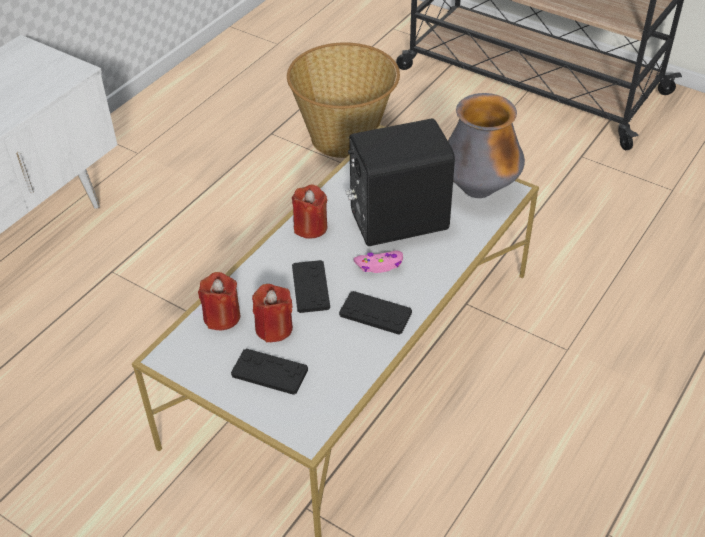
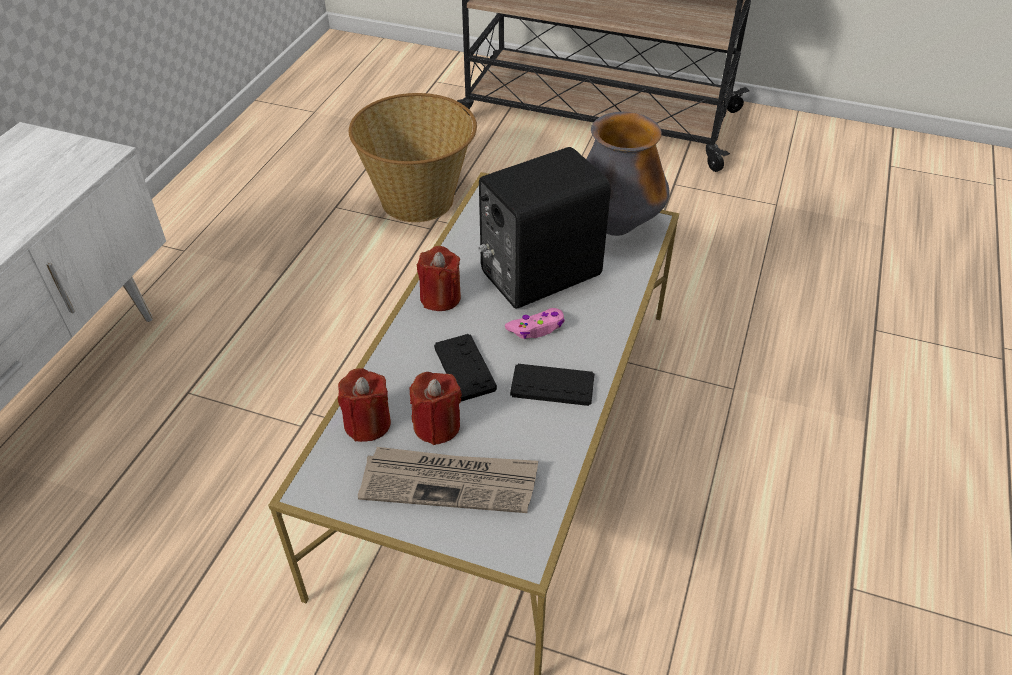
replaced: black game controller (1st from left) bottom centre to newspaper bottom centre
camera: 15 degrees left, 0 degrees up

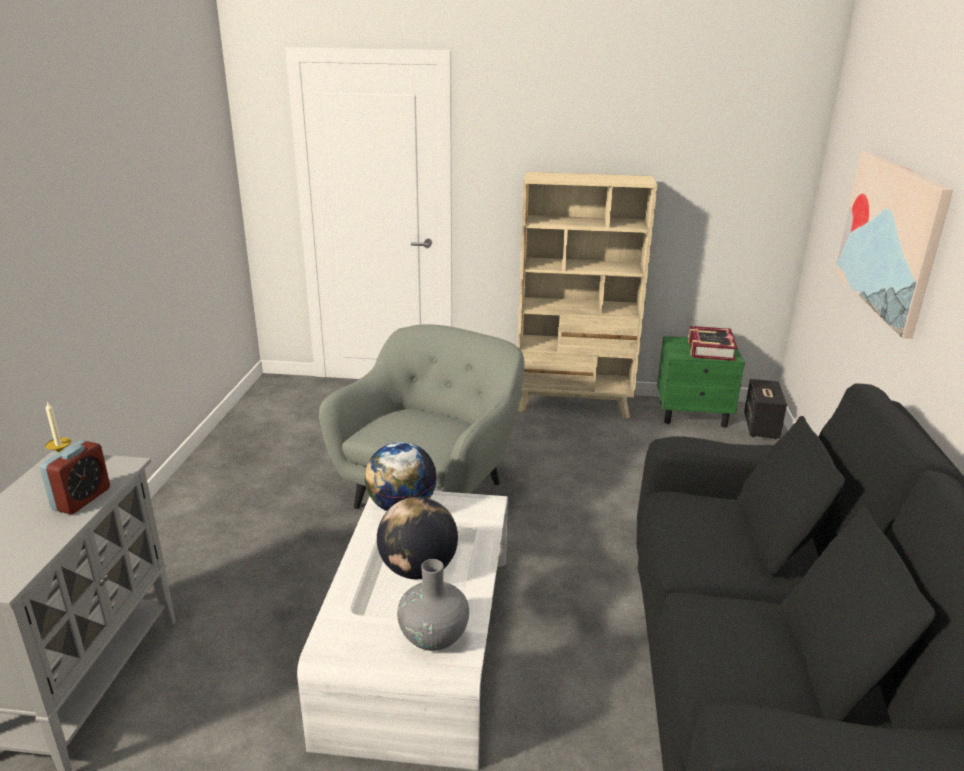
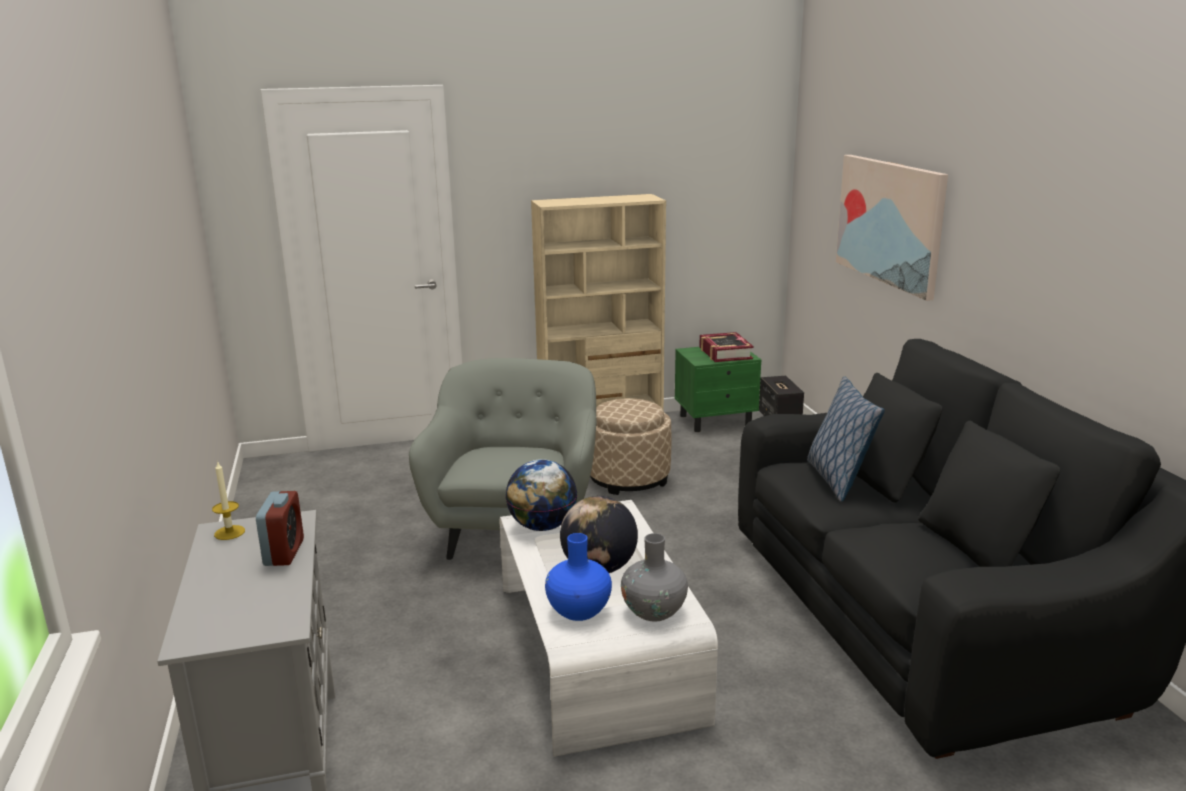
added: pillow middle right; beige ottoman centre; blue vase bottom centre
camera: 20 degrees left, 5 degrees down

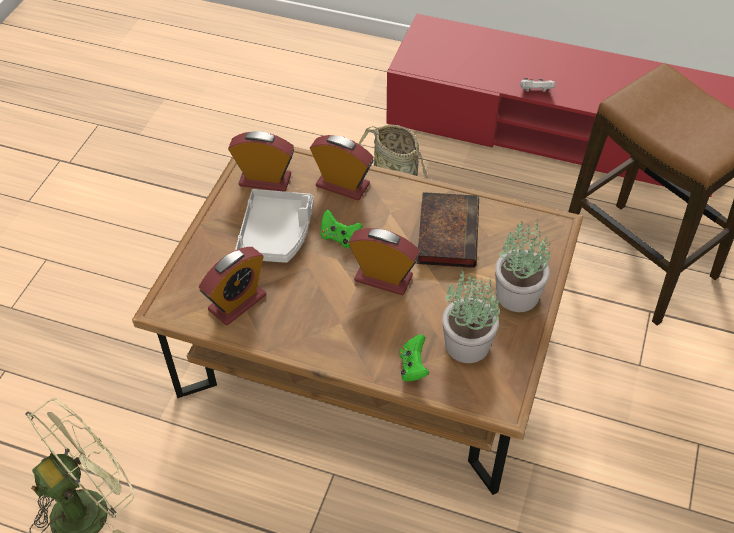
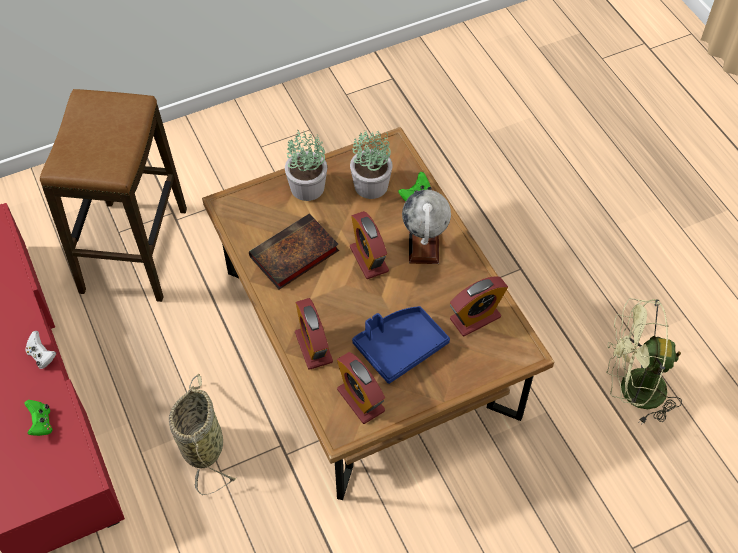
added: globe centre
moved: green game controller (1st from left) centre to bottom left
recoloured: grey tray centre to blue tray centre
turned: alarm clock (1st from left in the first image) middle left = centre 150 degrees clockwise
camera: 135 degrees left, 5 degrees up

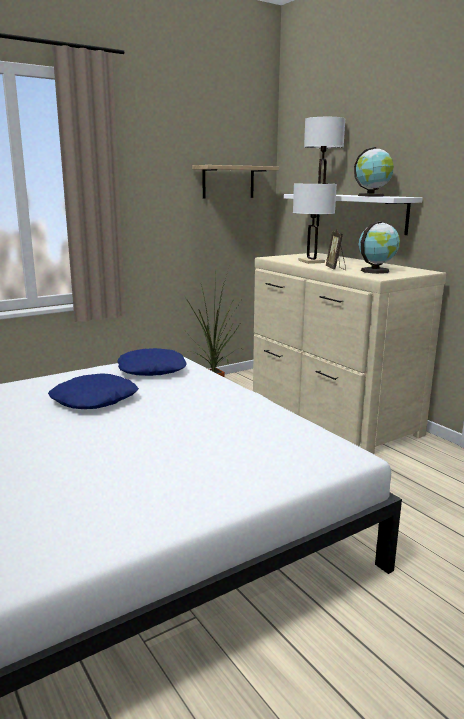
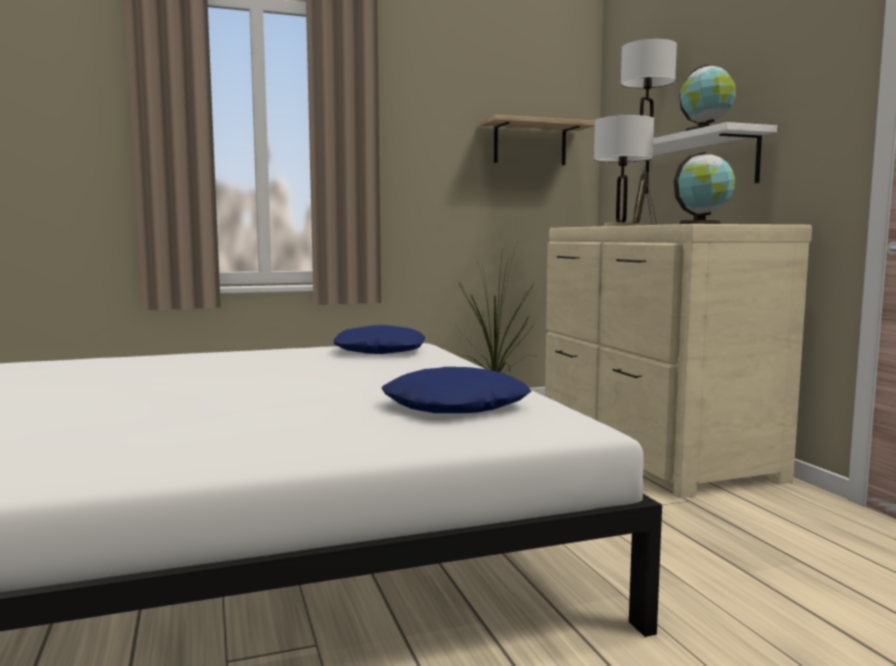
moved: blue pillow (1st from left in the first image) middle left to blue pillow (2nd from left) centre
camera: 15 degrees right, 10 degrees down

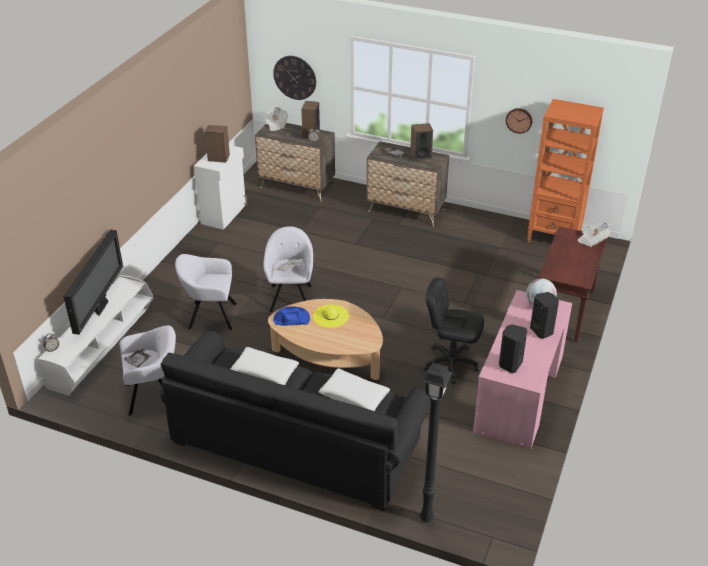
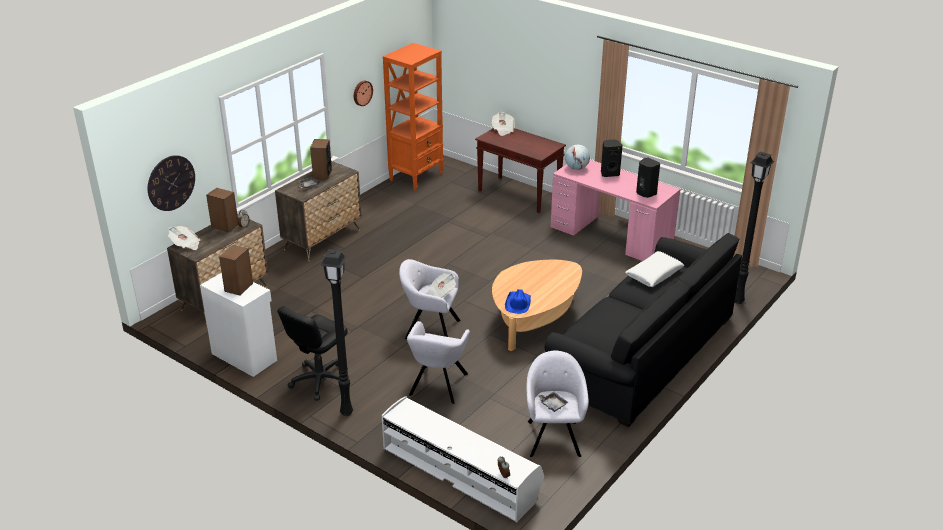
removed: television middle left; yellow hat centre; white pillow (1st from left) centre
added: black floor lamp (1st from left) centre
moved: black office chair centre to middle left
camera: 75 degrees left, 5 degrees down

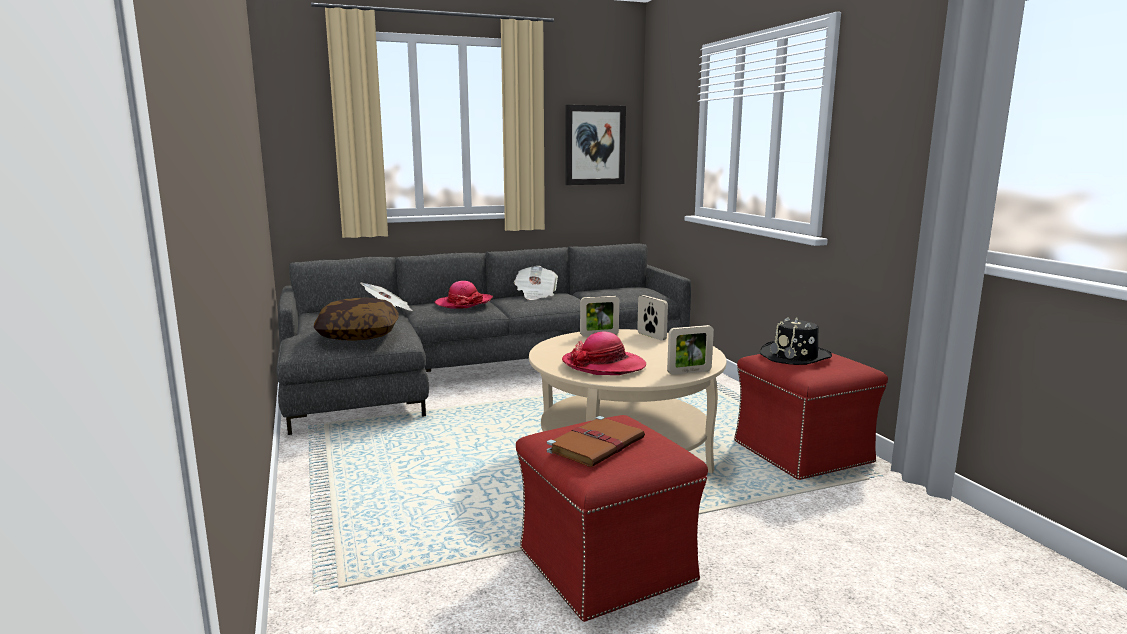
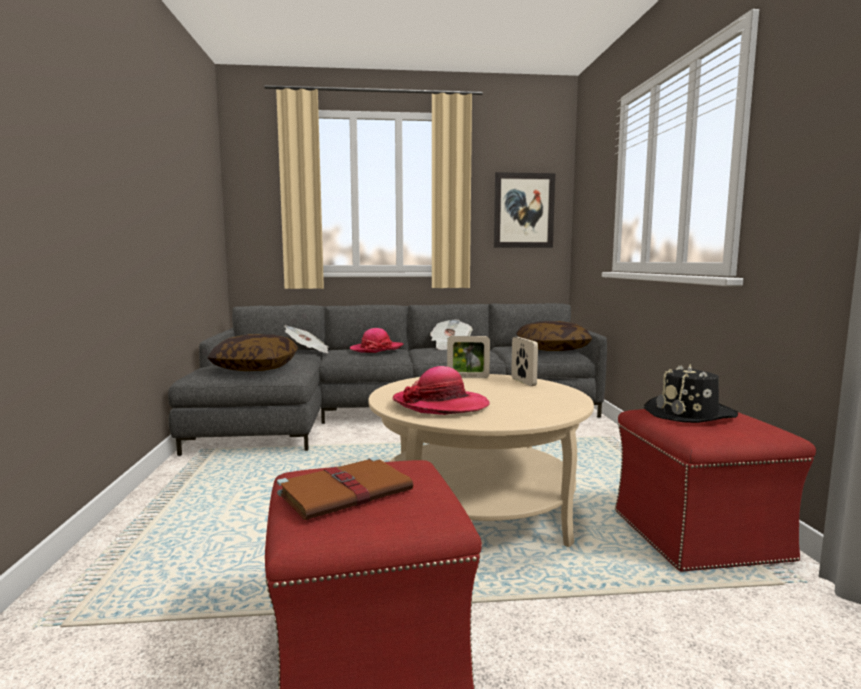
removed: picture frame (3rd from left) centre
added: pillow (2nd from left) centre
camera: 15 degrees right, 5 degrees down

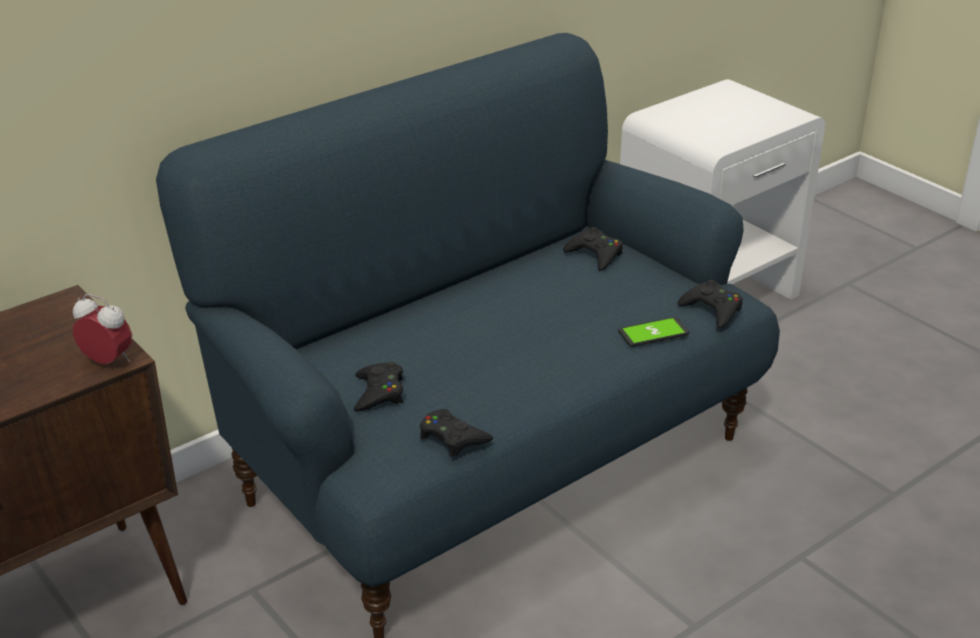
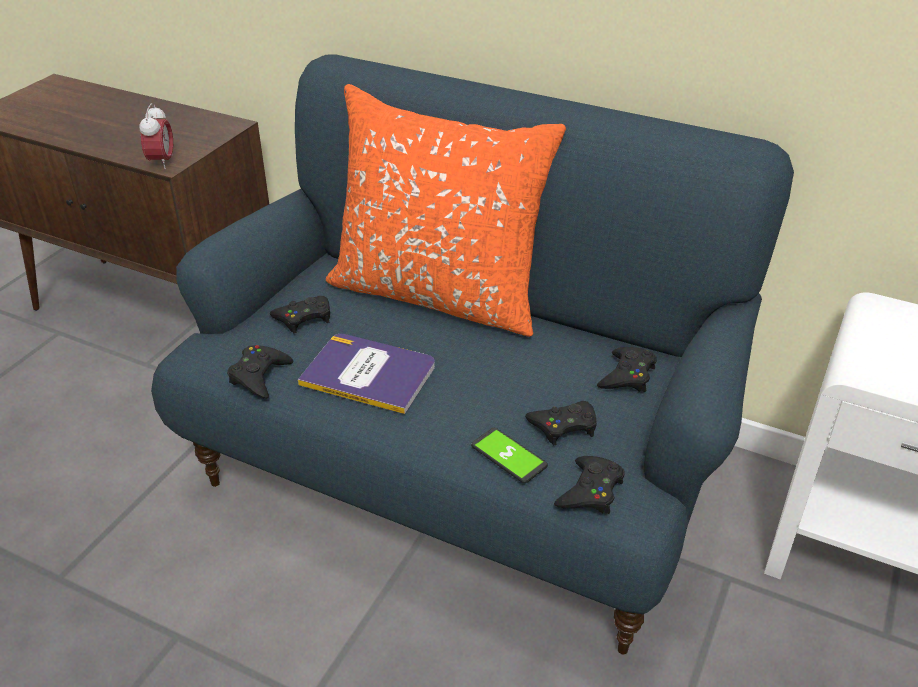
added: orange pillow top centre; book centre; black game controller (3rd from left) centre
camera: 65 degrees right, 5 degrees up

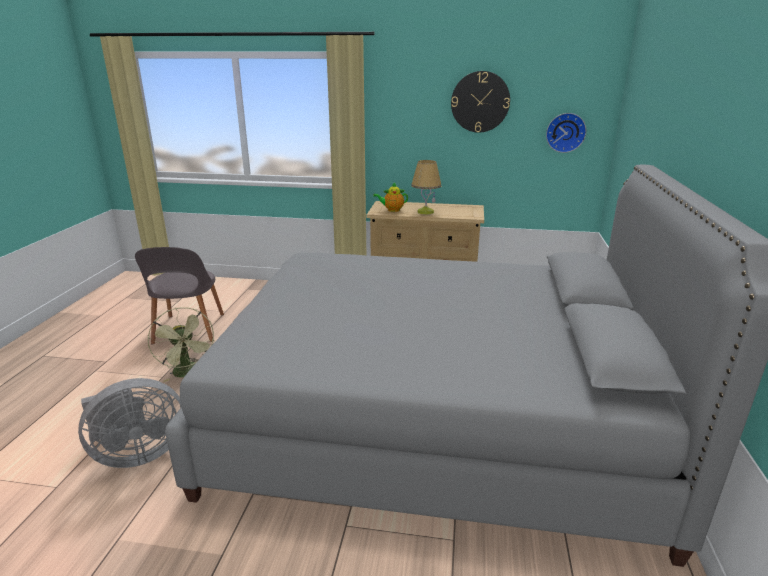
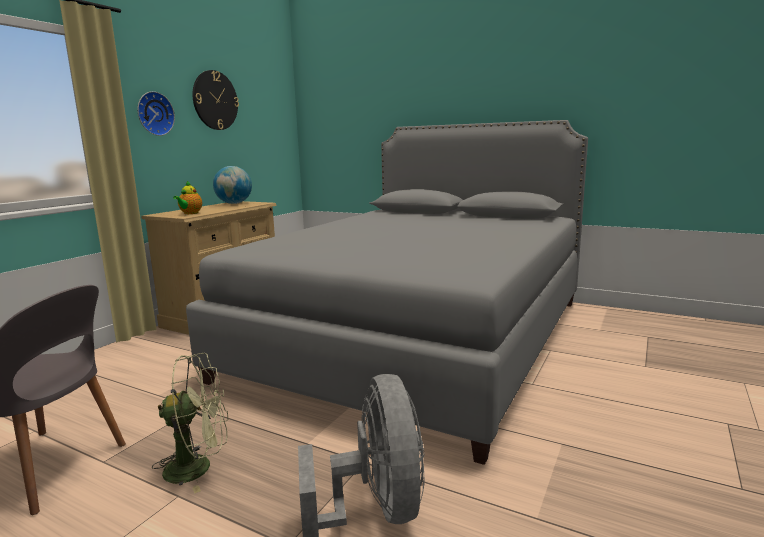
removed: table lamp top centre
added: globe middle left
moved: wall clock (2nd from left in the first image) top right to wall clock (1st from left) top left
camera: 70 degrees left, 10 degrees down

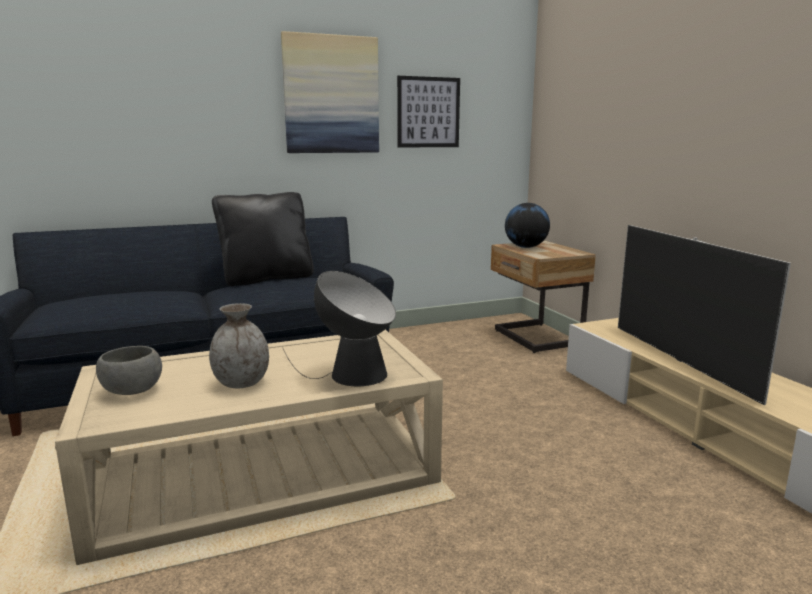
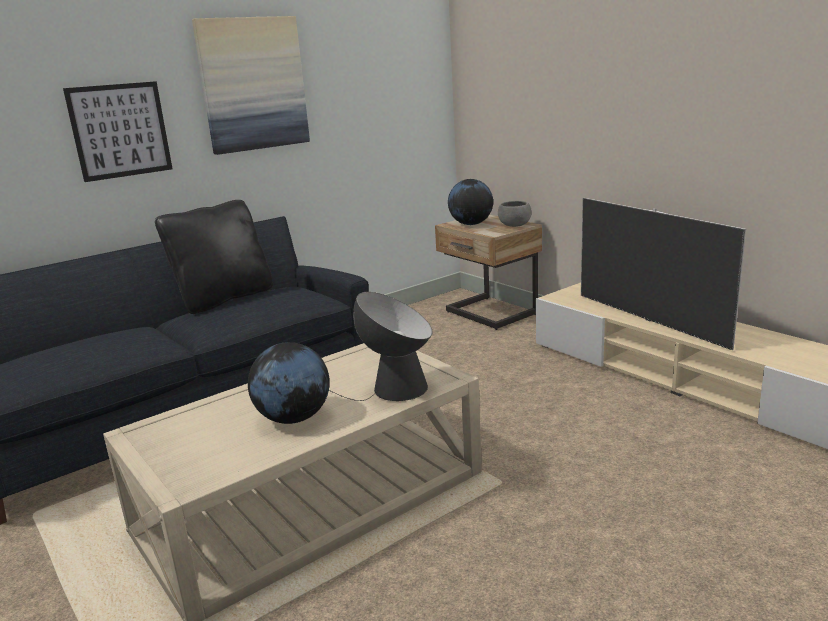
moved: picture (2nd from left in the first image) top centre to picture (1st from left) top left; grey bowl middle left to centre
replaced: grey vase middle left to globe (1st from left) centre
camera: 15 degrees left, 5 degrees up

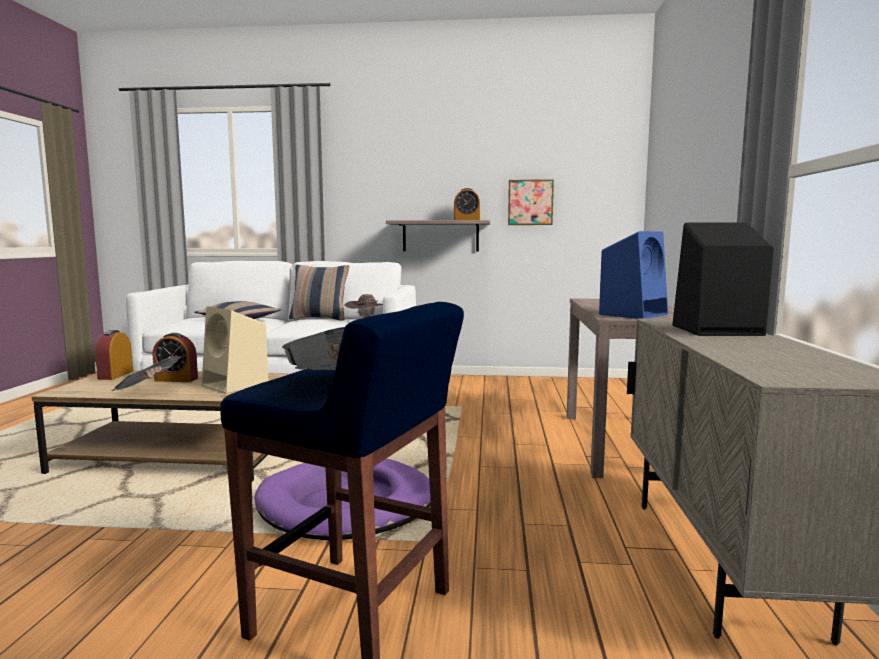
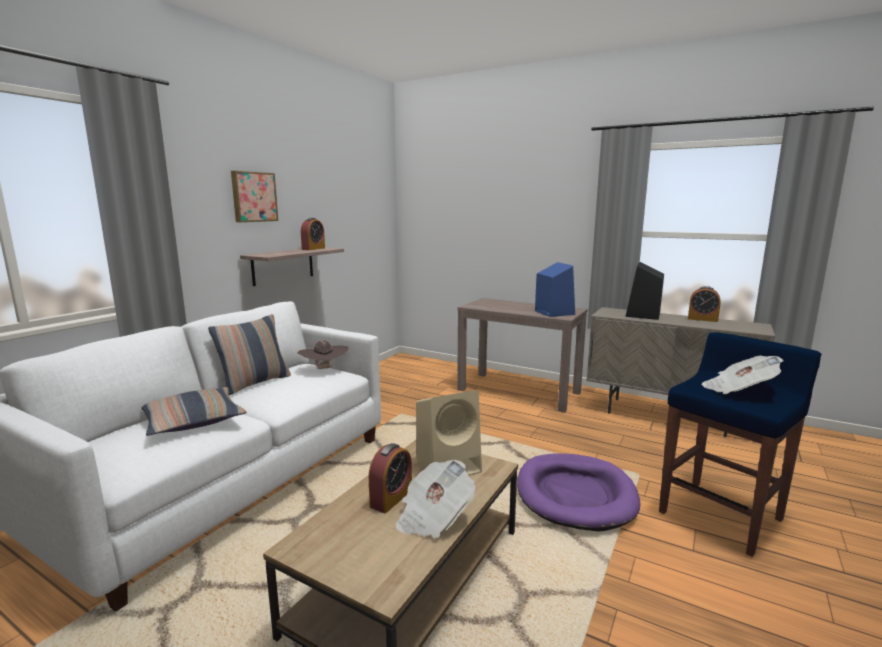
moved: picture top centre to top left; alarm clock (1st from left in the first image) middle left to alarm clock (3rd from left) middle right
camera: 65 degrees left, 5 degrees up

